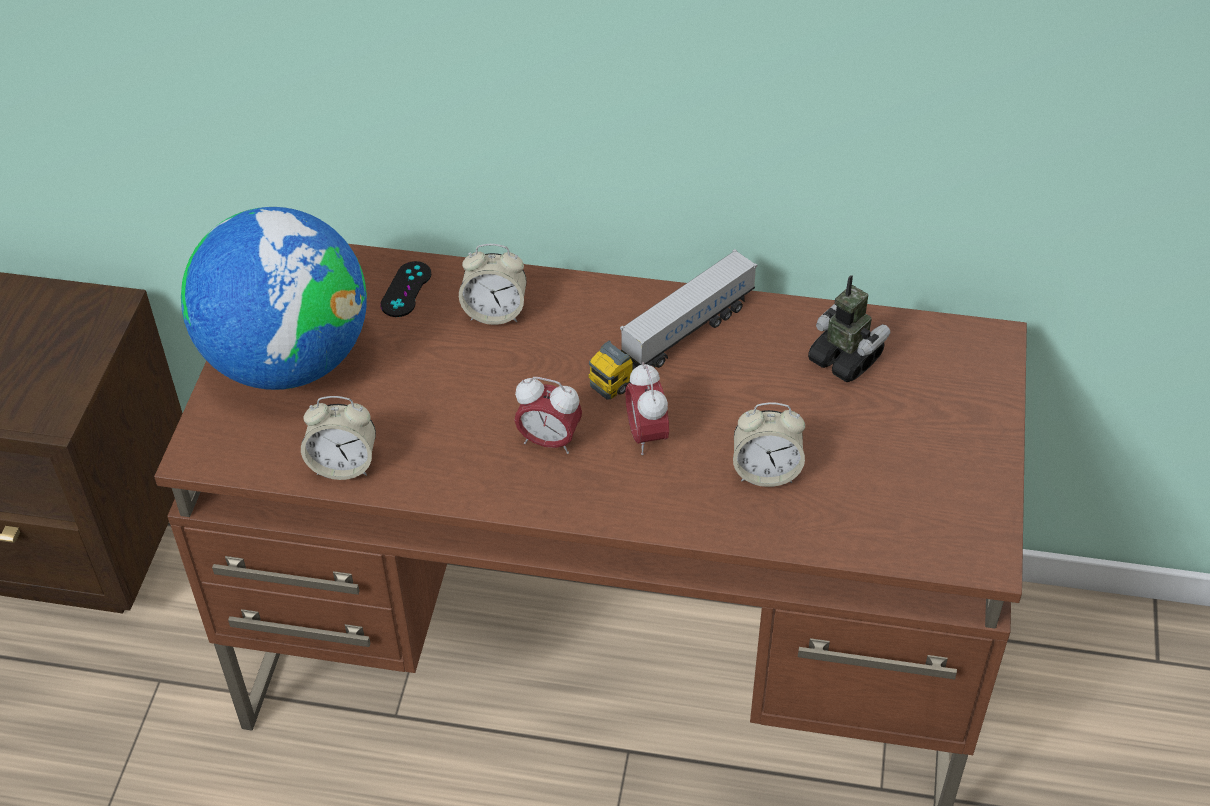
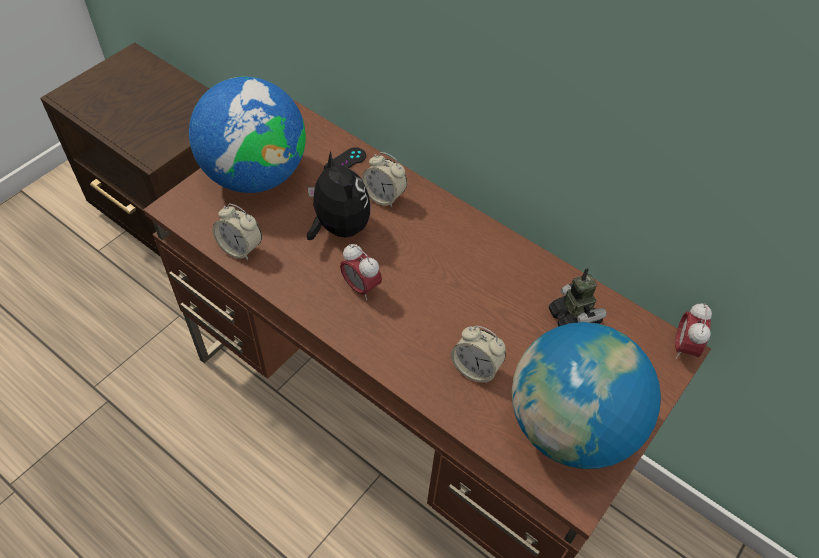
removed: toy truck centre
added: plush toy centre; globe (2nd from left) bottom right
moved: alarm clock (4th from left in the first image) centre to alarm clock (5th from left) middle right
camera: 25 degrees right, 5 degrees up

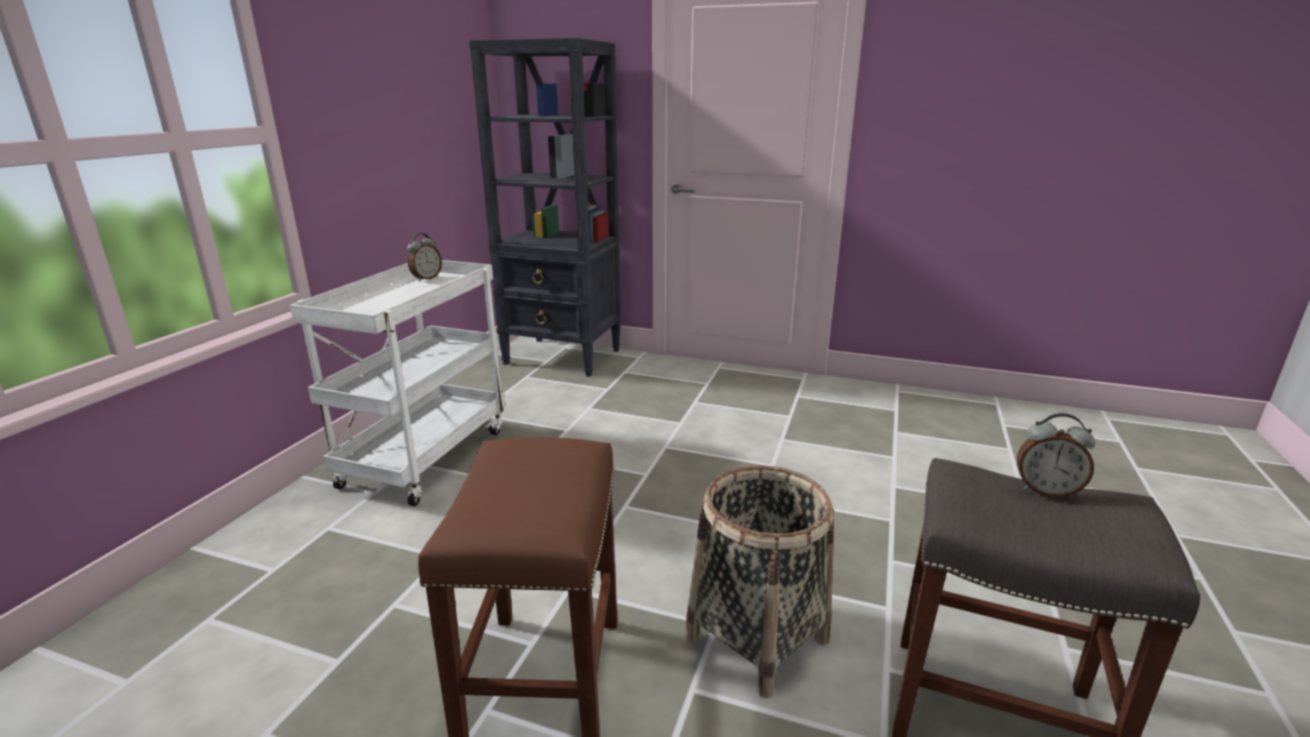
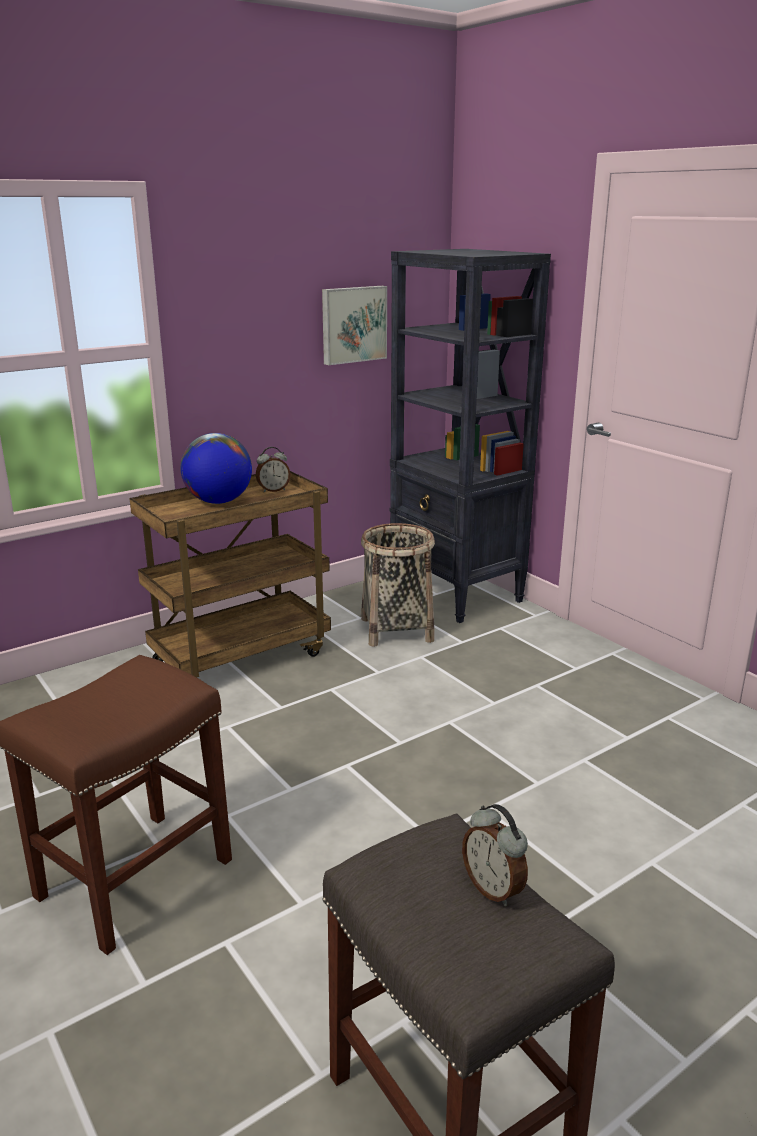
added: picture top centre; globe middle left
moved: basket bottom centre to centre
recoloured: white cart middle left to brown cart middle left
camera: 35 degrees right, 0 degrees up

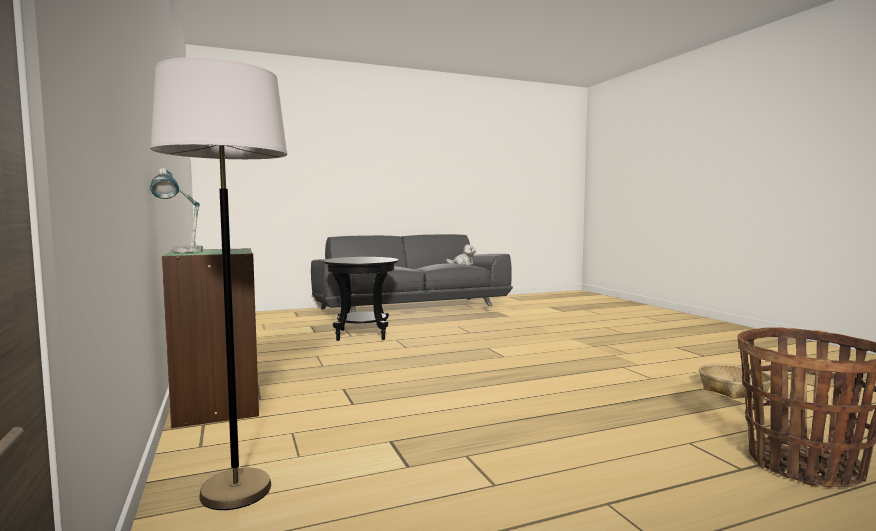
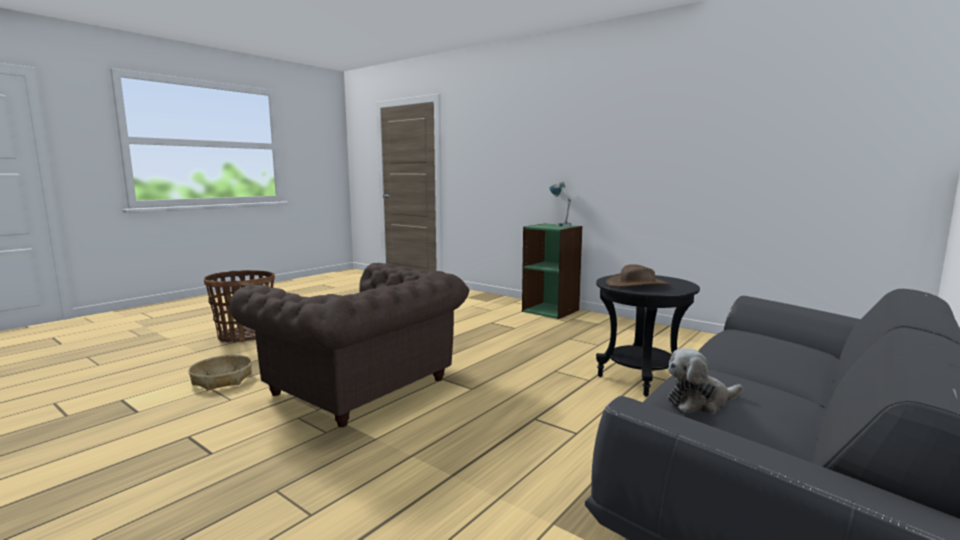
removed: grey floor lamp middle left
added: brown armchair centre; brown hat centre
camera: 150 degrees right, 5 degrees up

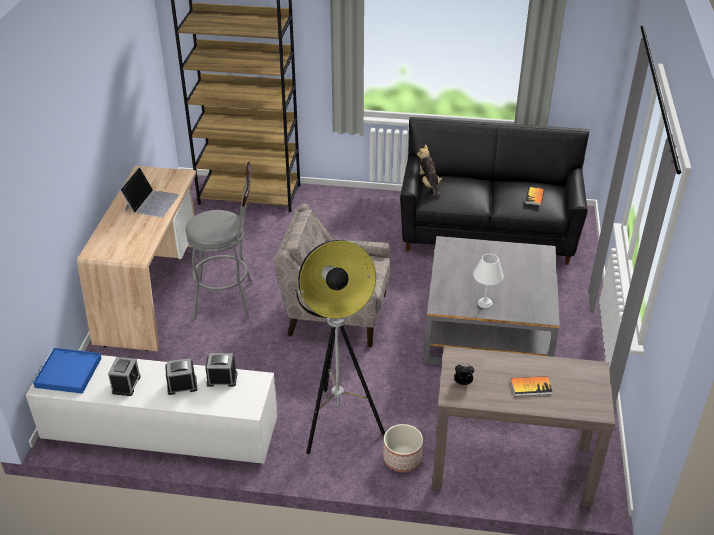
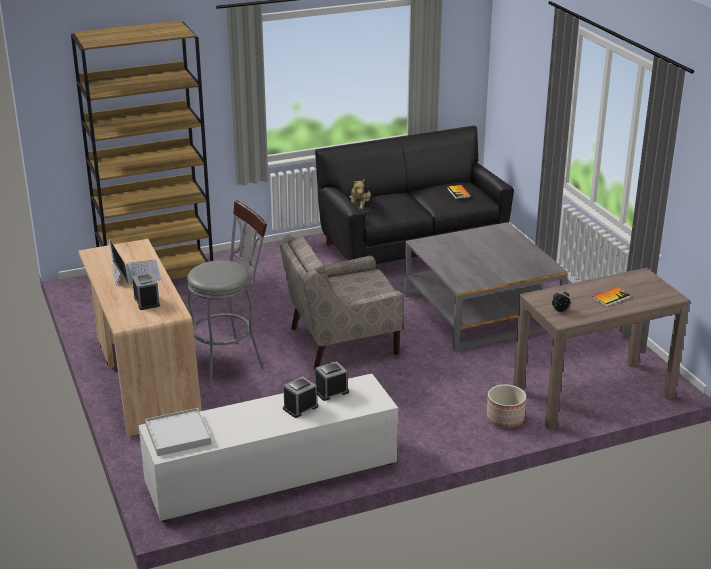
removed: floor lamp centre; white table lamp middle right
moved: alarm clock (1st from left) bottom left to middle left
recoloured: blue tray bottom left to white tray bottom left
turned: plush toy top centre = centre 120 degrees counterclockwise
camera: 30 degrees left, 10 degrees down

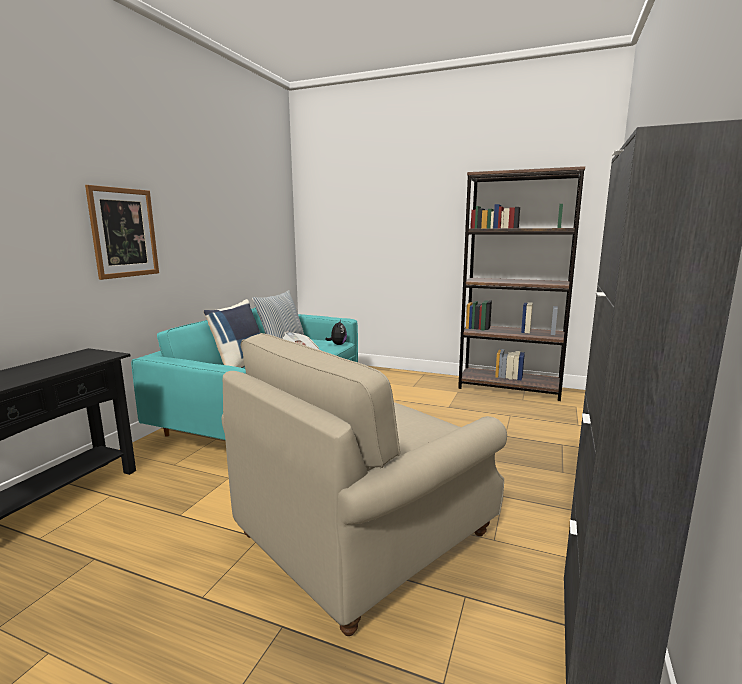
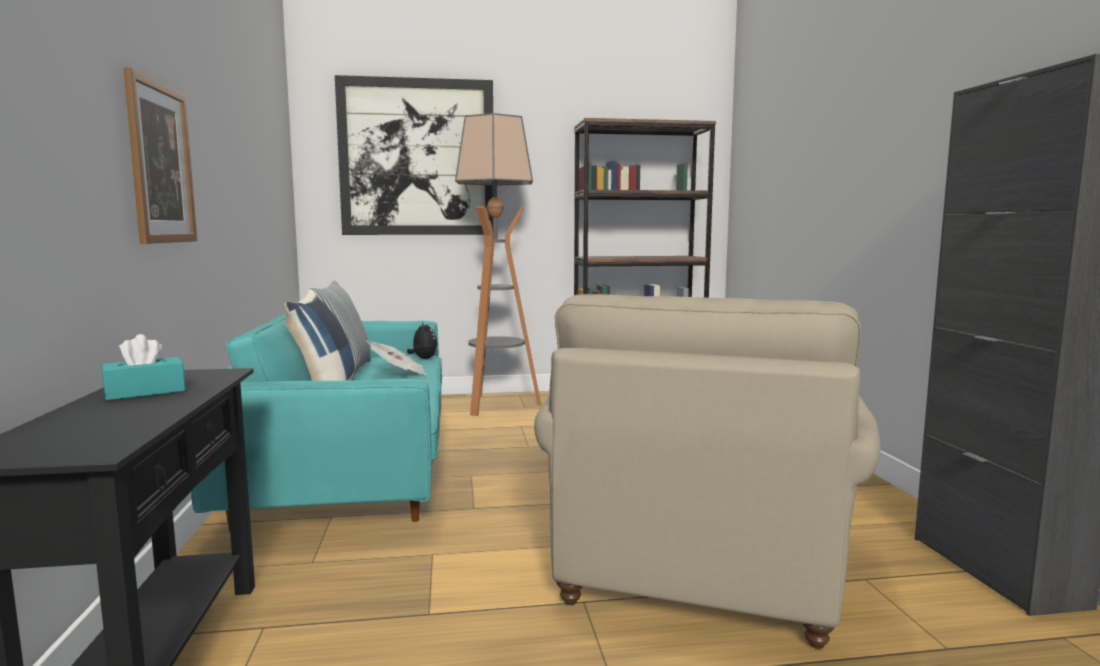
added: picture (2nd from left) top centre; floor lamp centre; turquoise tissue box middle left
camera: 30 degrees left, 5 degrees down

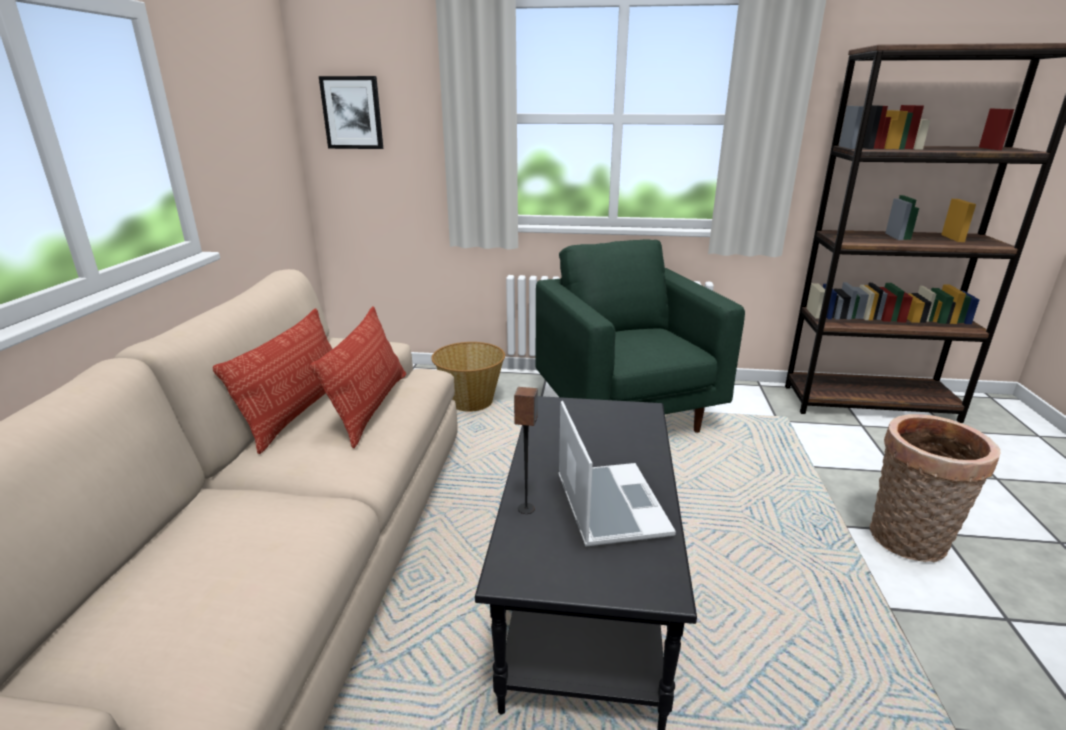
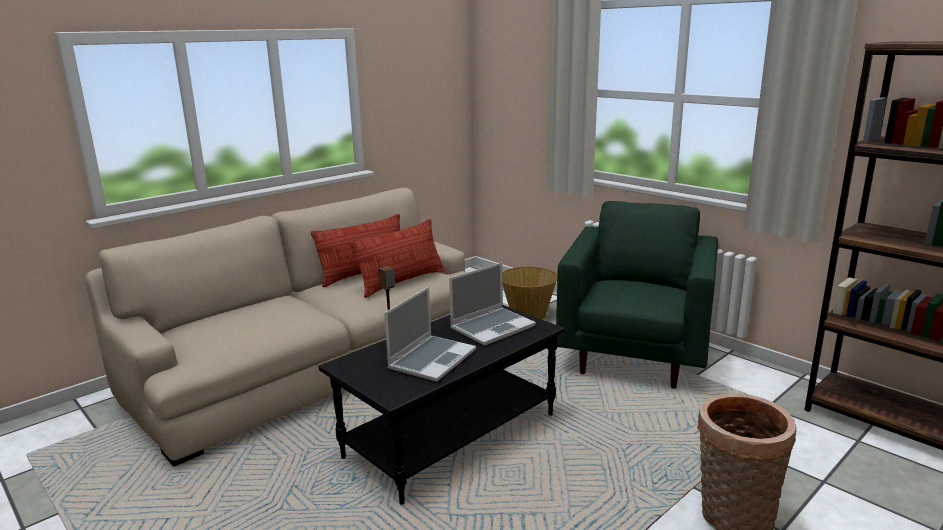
removed: picture top left
added: laptop (2nd from left) centre
camera: 40 degrees right, 5 degrees down

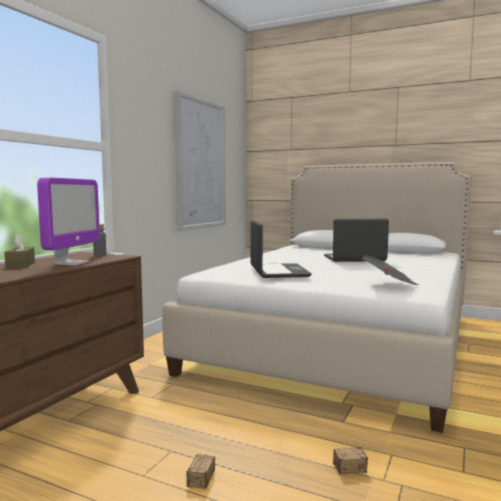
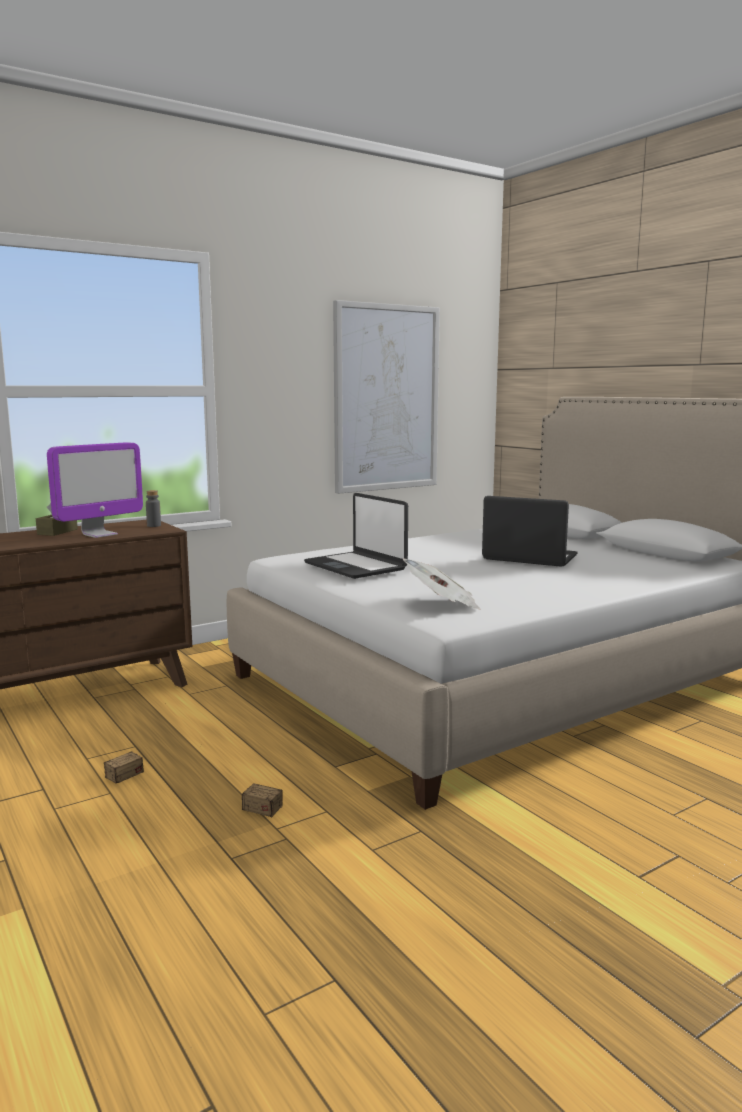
turned: laptop (1st from left) centre = centre 120 degrees clockwise
camera: 30 degrees right, 5 degrees up

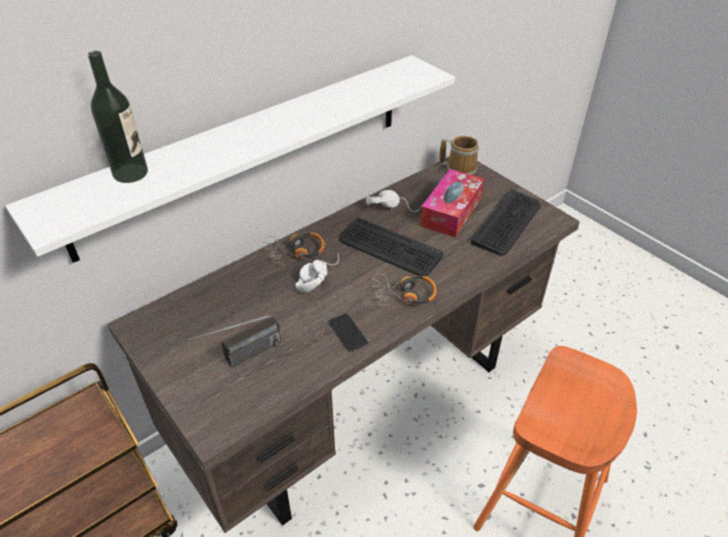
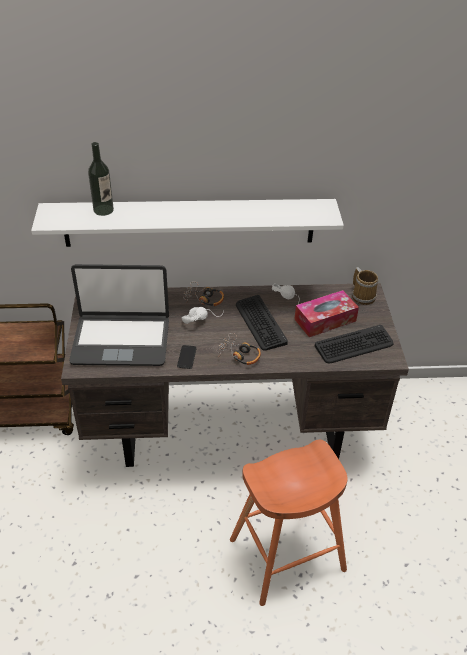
replaced: radio middle left to laptop middle left
camera: 35 degrees right, 0 degrees up

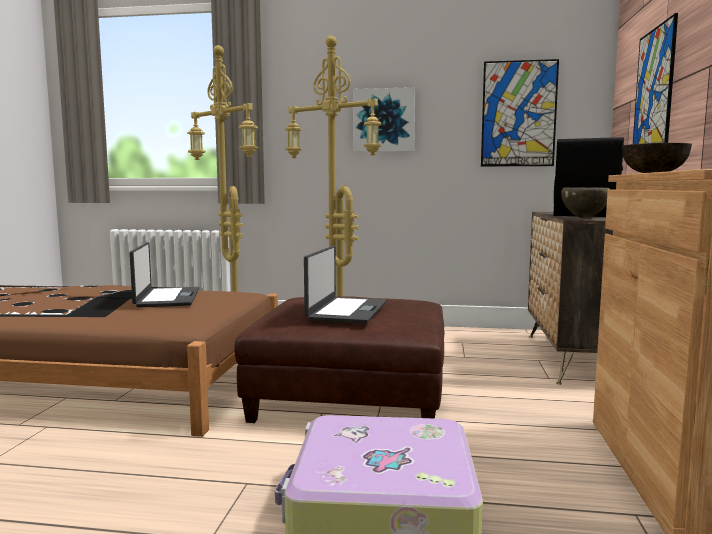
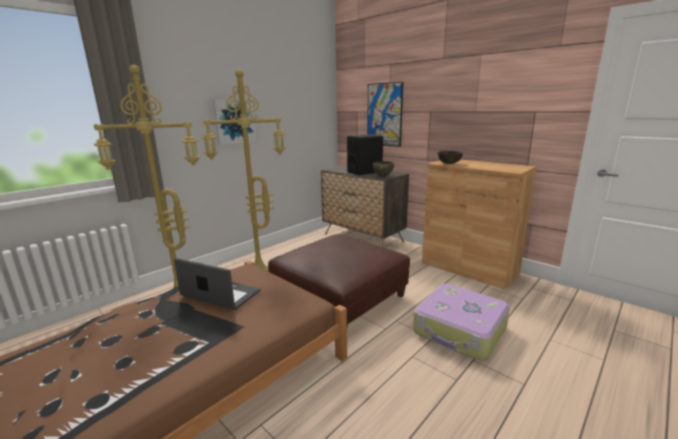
removed: picture (2nd from left) top right; laptop (2nd from left) centre
camera: 55 degrees left, 10 degrees up

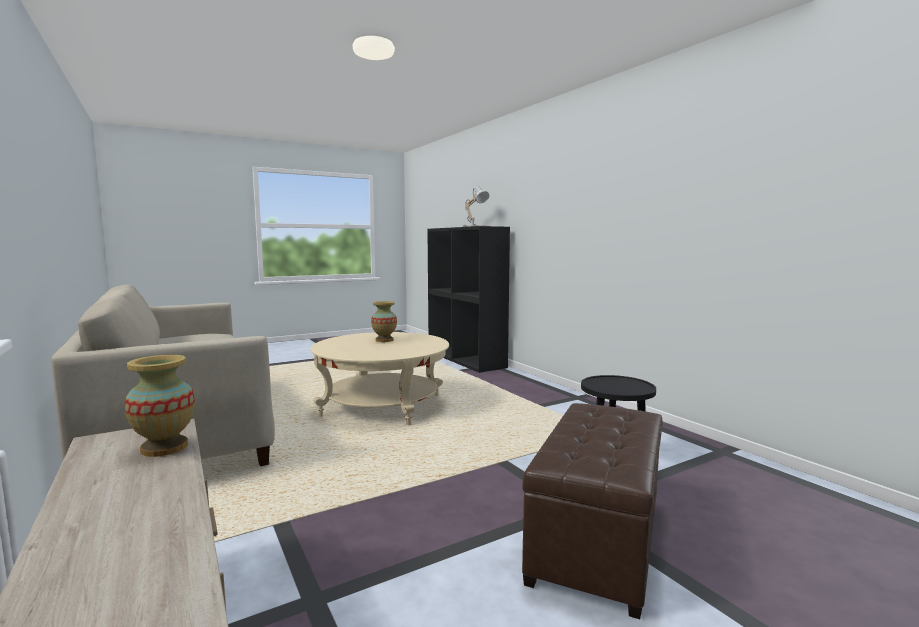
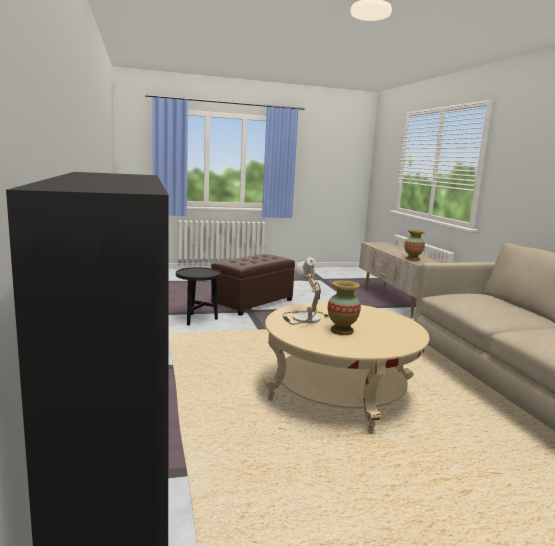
moved: table lamp top centre to centre
camera: 165 degrees left, 5 degrees up

